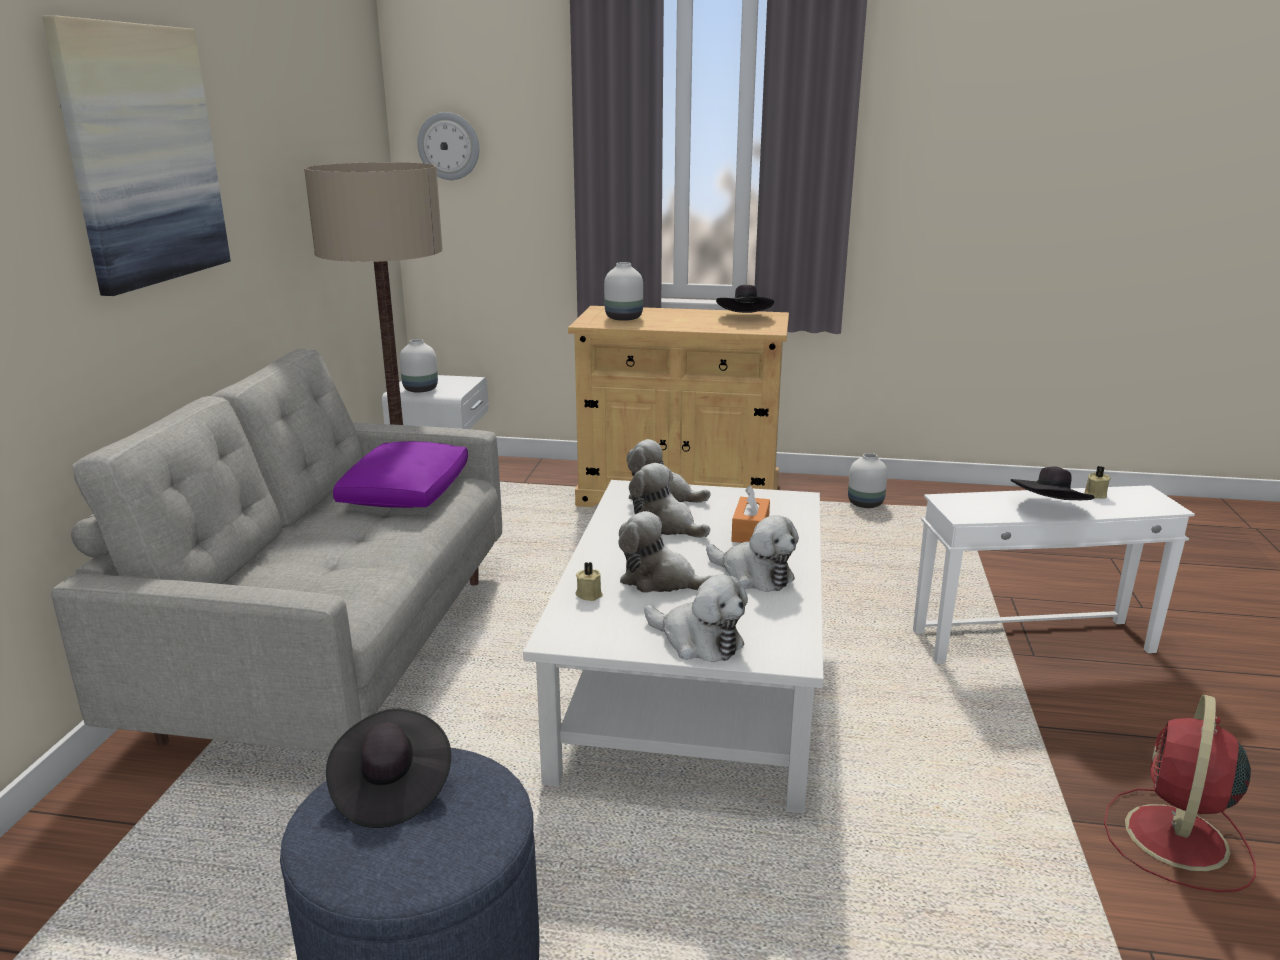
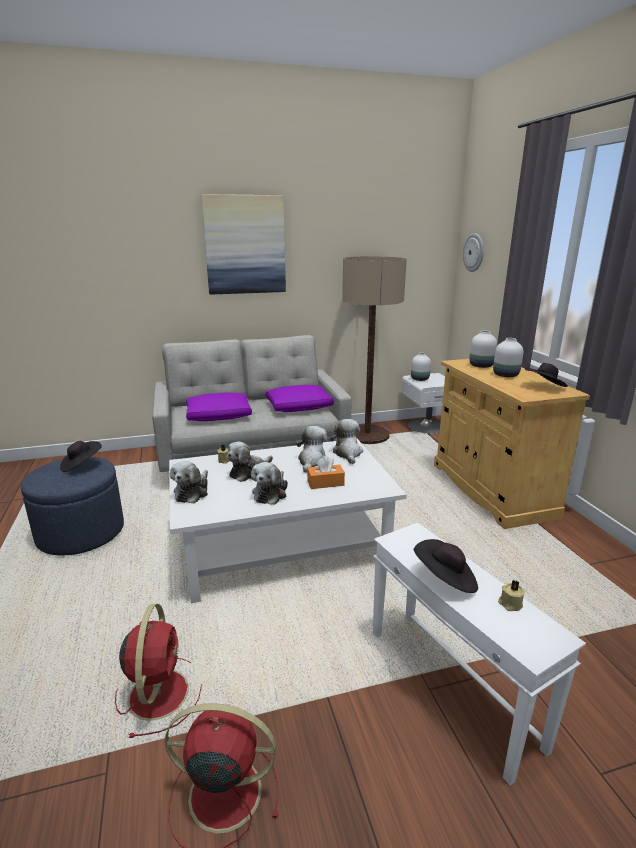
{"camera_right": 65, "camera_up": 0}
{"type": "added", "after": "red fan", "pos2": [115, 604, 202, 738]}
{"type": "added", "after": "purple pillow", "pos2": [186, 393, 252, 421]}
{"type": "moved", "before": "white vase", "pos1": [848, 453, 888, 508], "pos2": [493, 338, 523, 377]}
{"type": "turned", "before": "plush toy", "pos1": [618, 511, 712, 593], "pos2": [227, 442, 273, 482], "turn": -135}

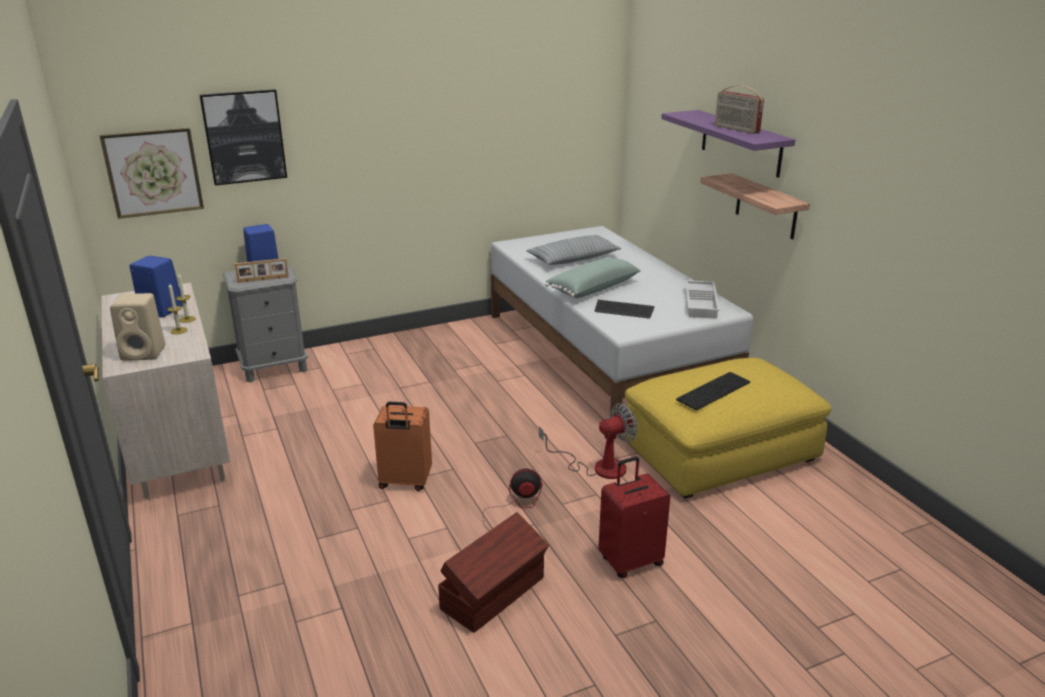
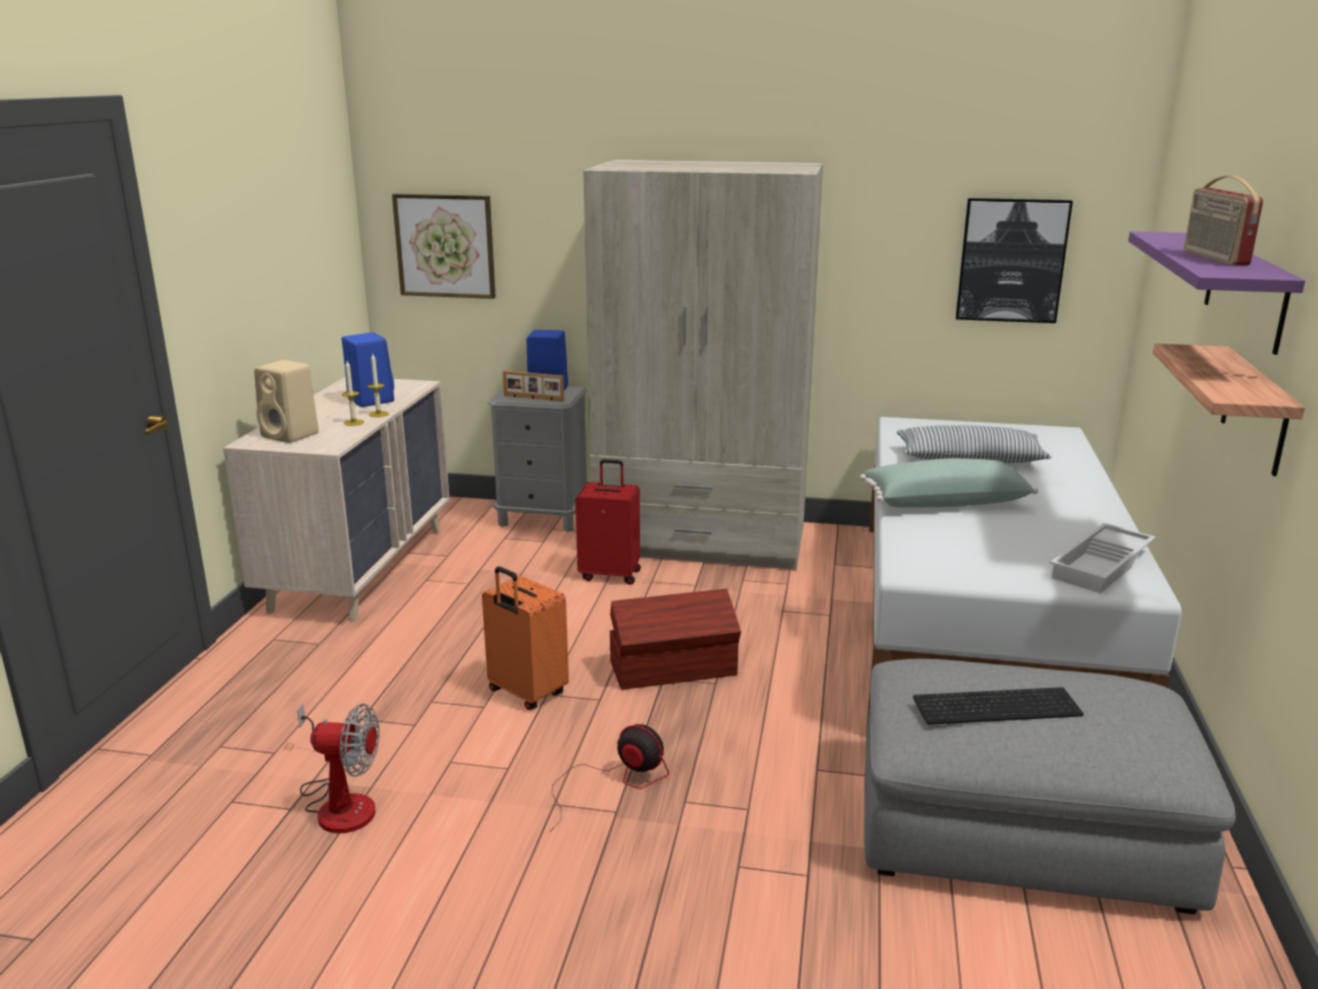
{"camera_right": 35, "camera_up": -5}
{"type": "removed", "before": "keyboard", "pos1": [595, 300, 654, 318]}
{"type": "added", "after": "beige wardrobe", "pos2": [583, 160, 823, 571]}
{"type": "moved", "before": "picture", "pos1": [200, 89, 287, 186], "pos2": [956, 198, 1073, 323]}
{"type": "moved", "before": "brown storage box", "pos1": [438, 512, 549, 633], "pos2": [609, 589, 741, 690]}
{"type": "moved", "before": "fan", "pos1": [539, 403, 638, 479], "pos2": [297, 703, 379, 833]}
{"type": "moved", "before": "red suitcase", "pos1": [598, 456, 670, 578], "pos2": [575, 459, 641, 585]}
{"type": "recoloured", "before": "yellow ottoman", "after": "grey ottoman", "pos1": [622, 358, 831, 499], "pos2": [864, 659, 1236, 914]}

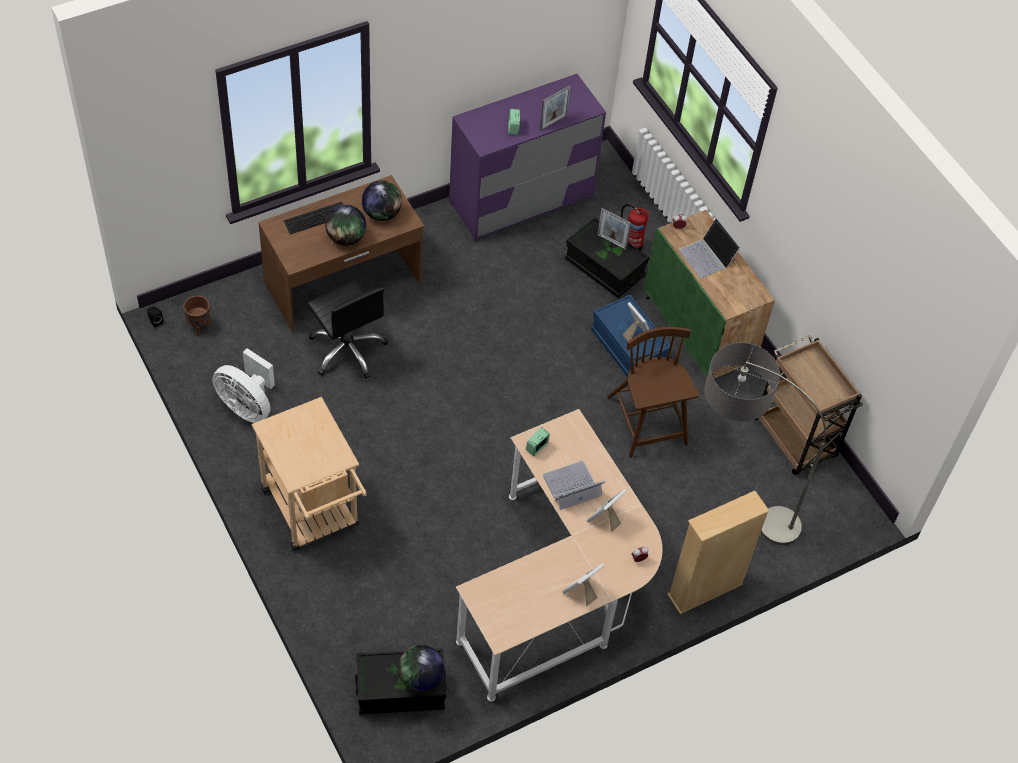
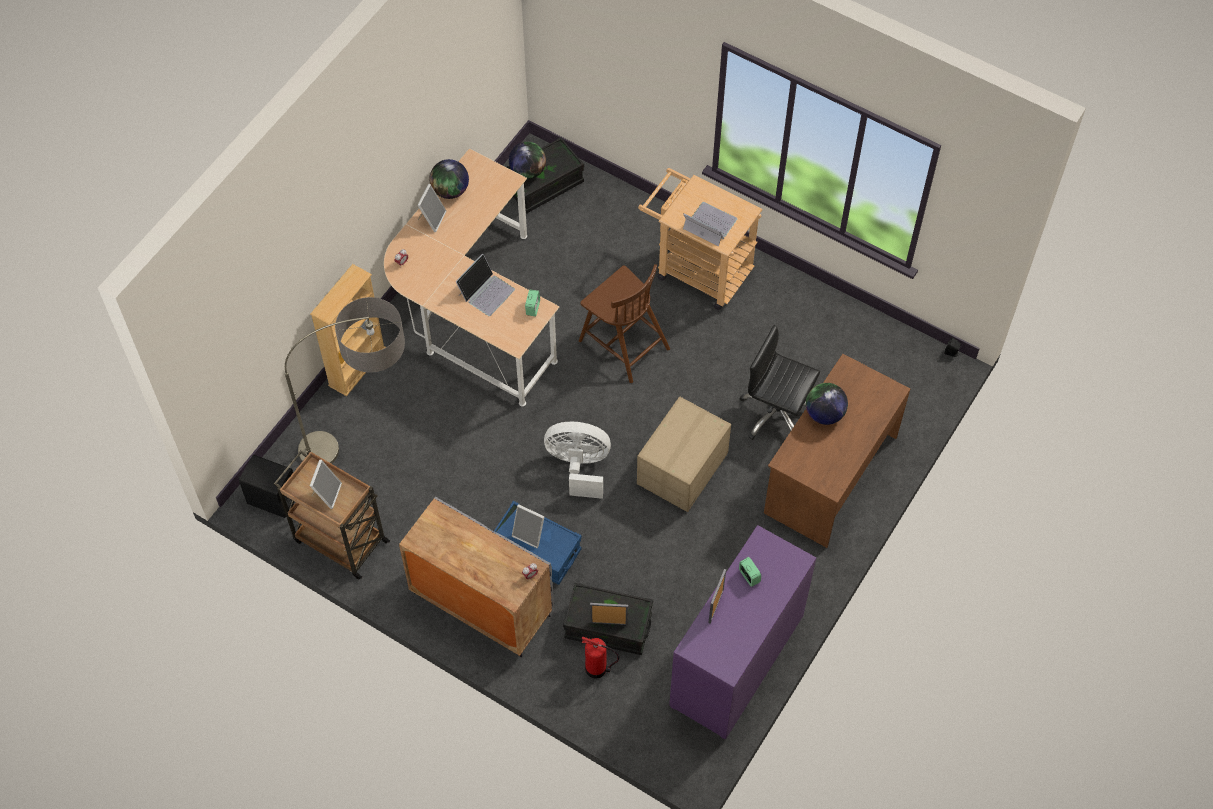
{"camera_right": 155, "camera_up": 5}
{"type": "removed", "before": "brown planter", "pos1": [183, 296, 210, 336]}
{"type": "removed", "before": "keyboard", "pos1": [283, 202, 343, 234]}
{"type": "added", "after": "black speaker", "pos2": [238, 455, 295, 518]}
{"type": "added", "after": "cardboard box", "pos2": [637, 397, 731, 512]}
{"type": "moved", "before": "white fan", "pos1": [212, 348, 275, 423], "pos2": [544, 422, 611, 499]}
{"type": "moved", "before": "globe", "pos1": [362, 180, 402, 221], "pos2": [429, 159, 469, 199]}
{"type": "moved", "before": "picture frame", "pos1": [587, 489, 627, 532], "pos2": [310, 459, 342, 509]}
{"type": "moved", "before": "brown chair", "pos1": [607, 327, 699, 458], "pos2": [579, 264, 670, 383]}
{"type": "moved", "before": "laptop", "pos1": [679, 218, 740, 278], "pos2": [683, 202, 737, 246]}
{"type": "recoloured", "before": "green cabinet", "after": "grey cabinet", "pos1": [644, 210, 775, 379], "pos2": [399, 496, 554, 657]}

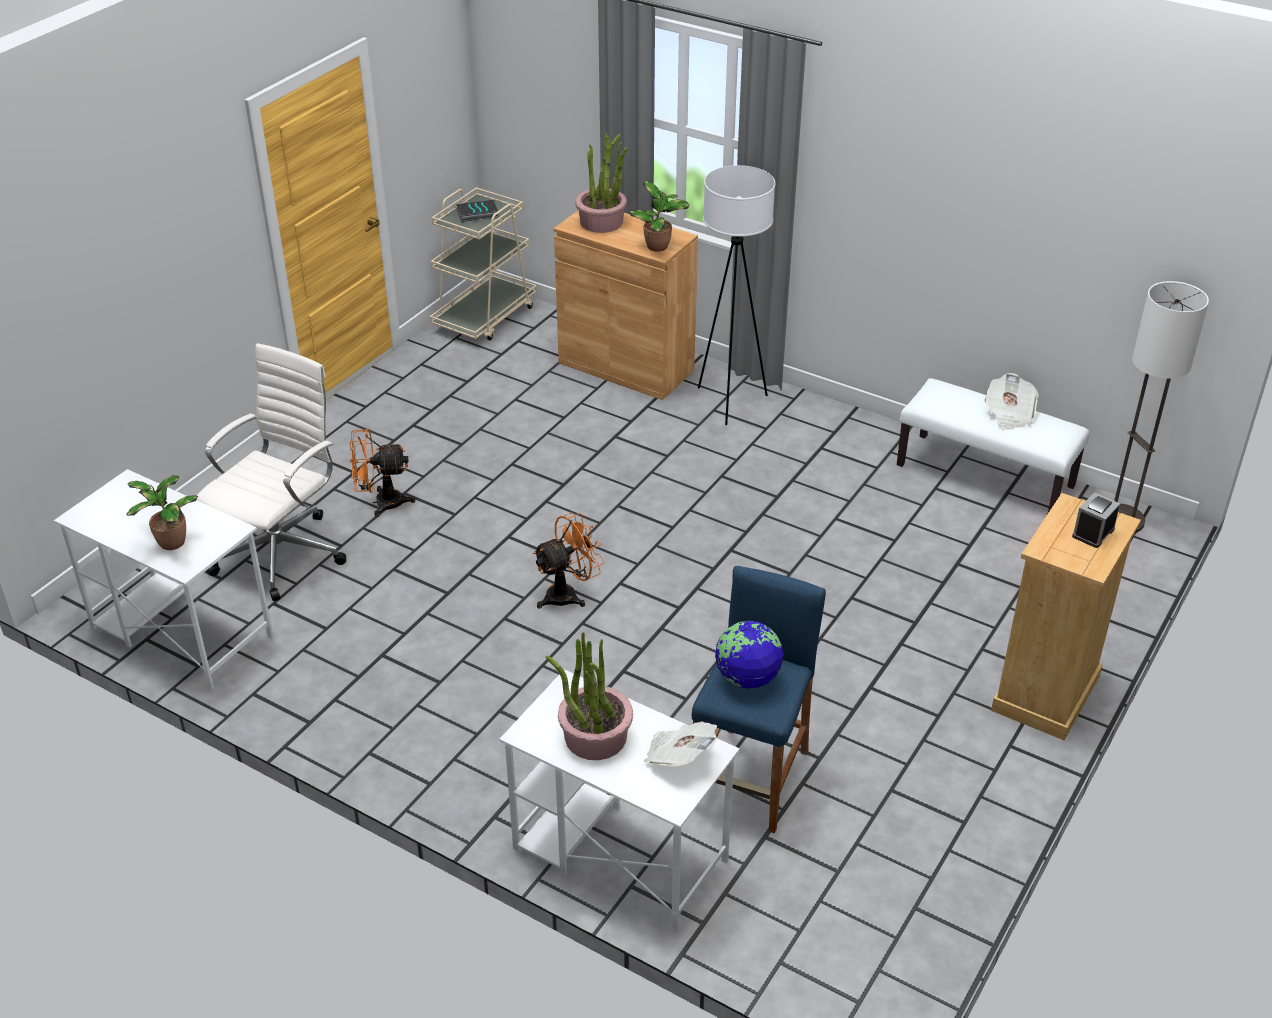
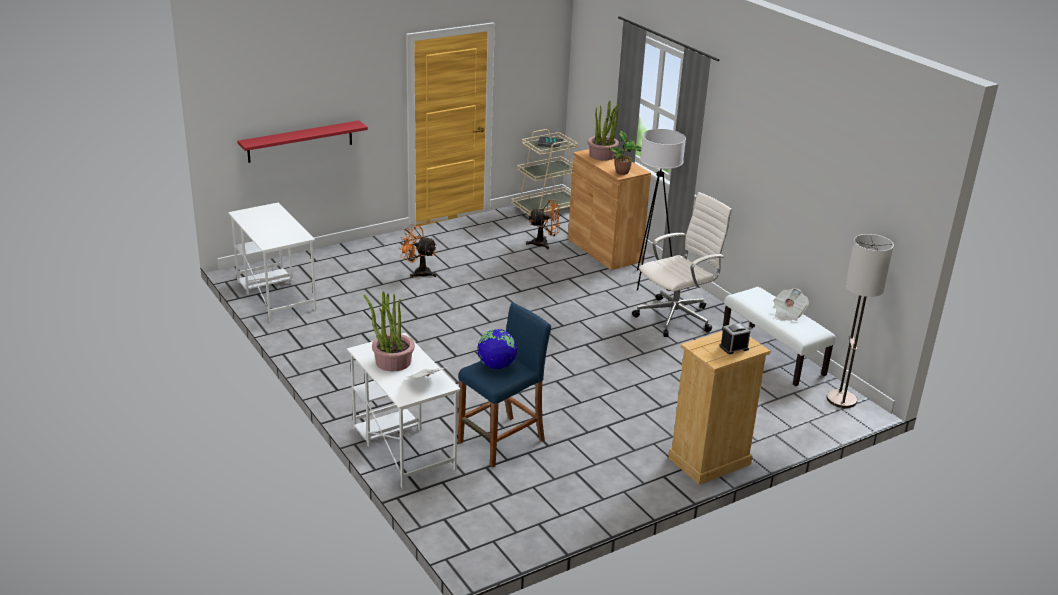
{"camera_right": 25, "camera_up": -10}
{"type": "removed", "before": "potted plant", "pos1": [126, 475, 198, 550]}
{"type": "added", "after": "red shelf", "pos2": [237, 121, 368, 163]}
{"type": "moved", "before": "white office chair", "pos1": [196, 343, 346, 601], "pos2": [632, 192, 732, 337]}
{"type": "moved", "before": "orange fan", "pos1": [533, 513, 604, 609], "pos2": [526, 200, 560, 249]}

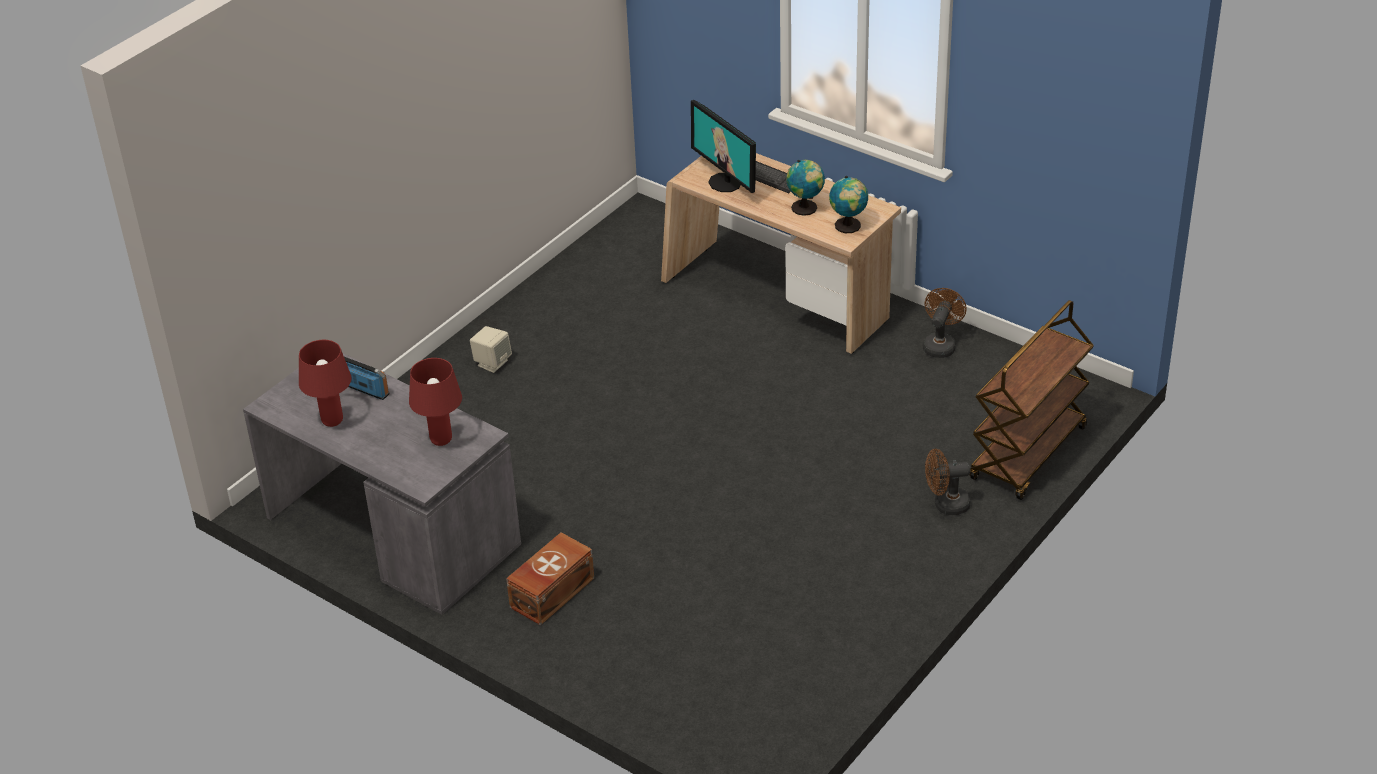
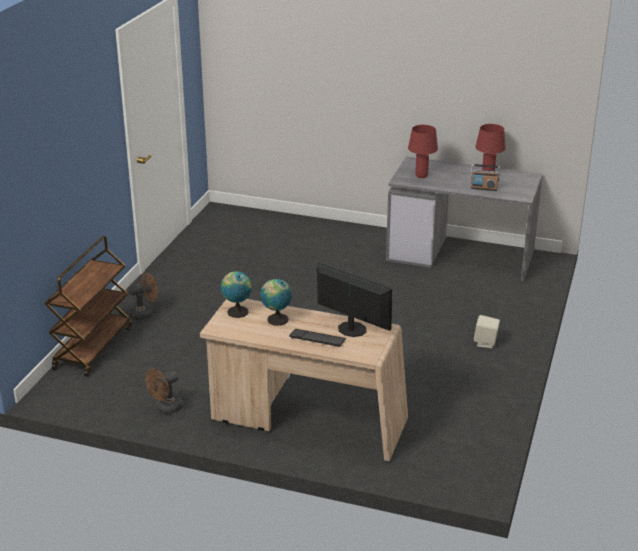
{"camera_right": 160, "camera_up": -10}
{"type": "removed", "before": "brown storage box", "pos1": [506, 532, 594, 625]}
{"type": "turned", "before": "brown fan", "pos1": [923, 288, 967, 358], "pos2": [145, 368, 183, 414], "turn": 45}

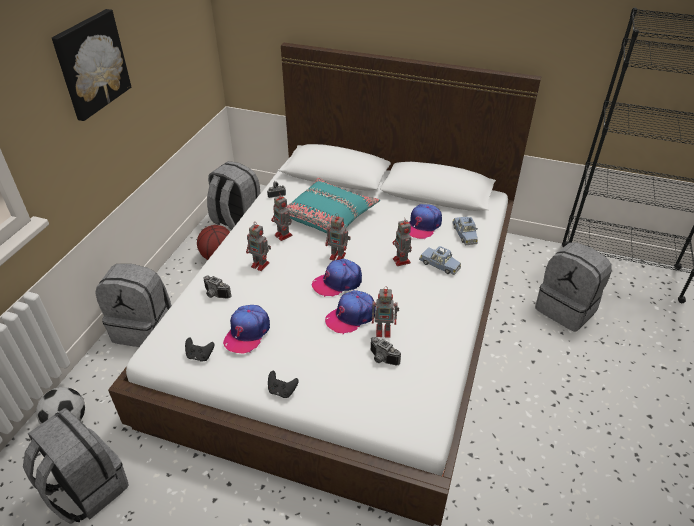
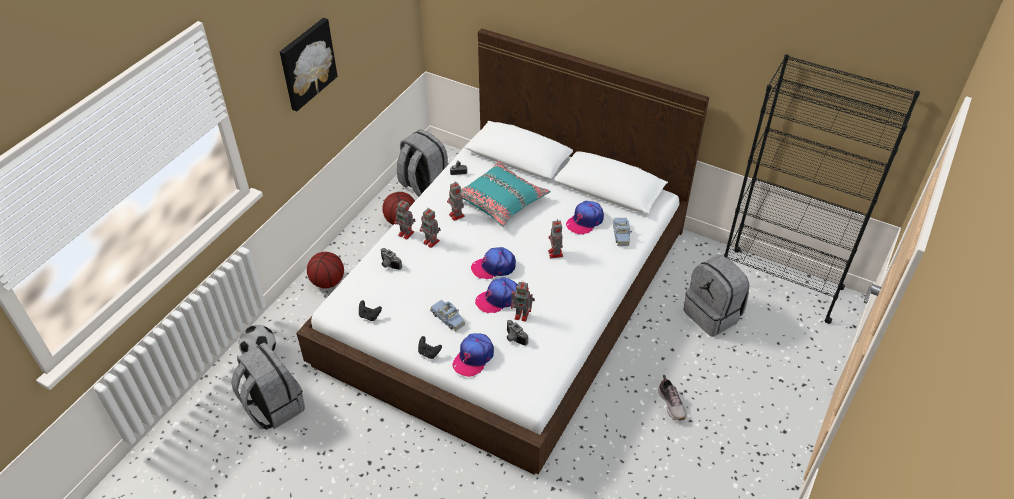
{"camera_right": 10, "camera_up": 5}
{"type": "added", "after": "shoe", "pos2": [658, 375, 687, 420]}
{"type": "moved", "before": "cap", "pos1": [223, 305, 270, 353], "pos2": [452, 333, 494, 377]}
{"type": "moved", "before": "toy robot", "pos1": [325, 213, 351, 261], "pos2": [394, 199, 416, 240]}
{"type": "moved", "before": "blue toy car", "pos1": [419, 246, 461, 275], "pos2": [430, 300, 465, 331]}
{"type": "replaced", "before": "grey backpack", "after": "basketball", "pos1": [95, 264, 172, 347], "pos2": [307, 252, 344, 288]}

